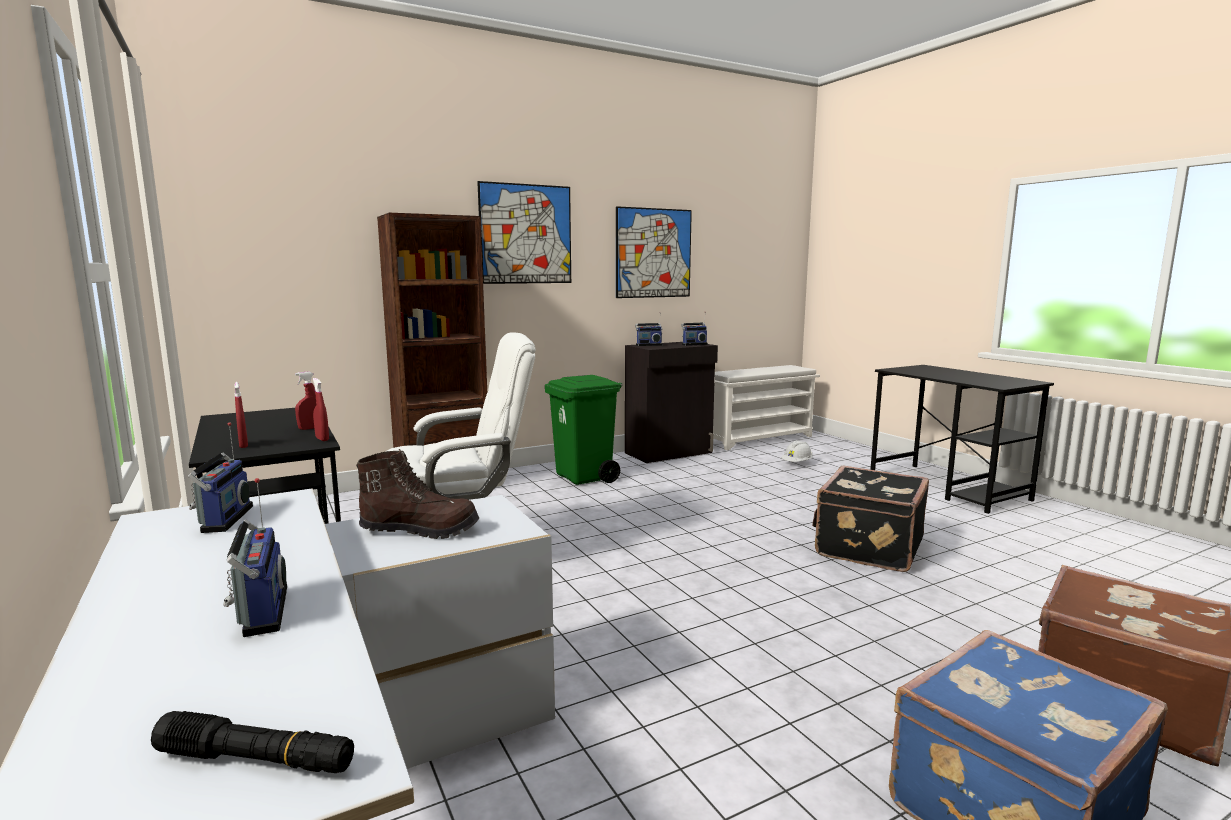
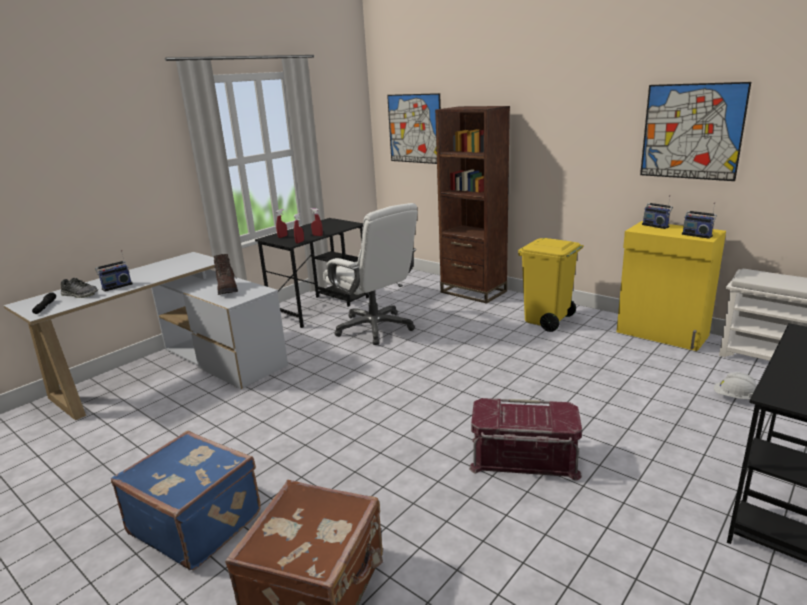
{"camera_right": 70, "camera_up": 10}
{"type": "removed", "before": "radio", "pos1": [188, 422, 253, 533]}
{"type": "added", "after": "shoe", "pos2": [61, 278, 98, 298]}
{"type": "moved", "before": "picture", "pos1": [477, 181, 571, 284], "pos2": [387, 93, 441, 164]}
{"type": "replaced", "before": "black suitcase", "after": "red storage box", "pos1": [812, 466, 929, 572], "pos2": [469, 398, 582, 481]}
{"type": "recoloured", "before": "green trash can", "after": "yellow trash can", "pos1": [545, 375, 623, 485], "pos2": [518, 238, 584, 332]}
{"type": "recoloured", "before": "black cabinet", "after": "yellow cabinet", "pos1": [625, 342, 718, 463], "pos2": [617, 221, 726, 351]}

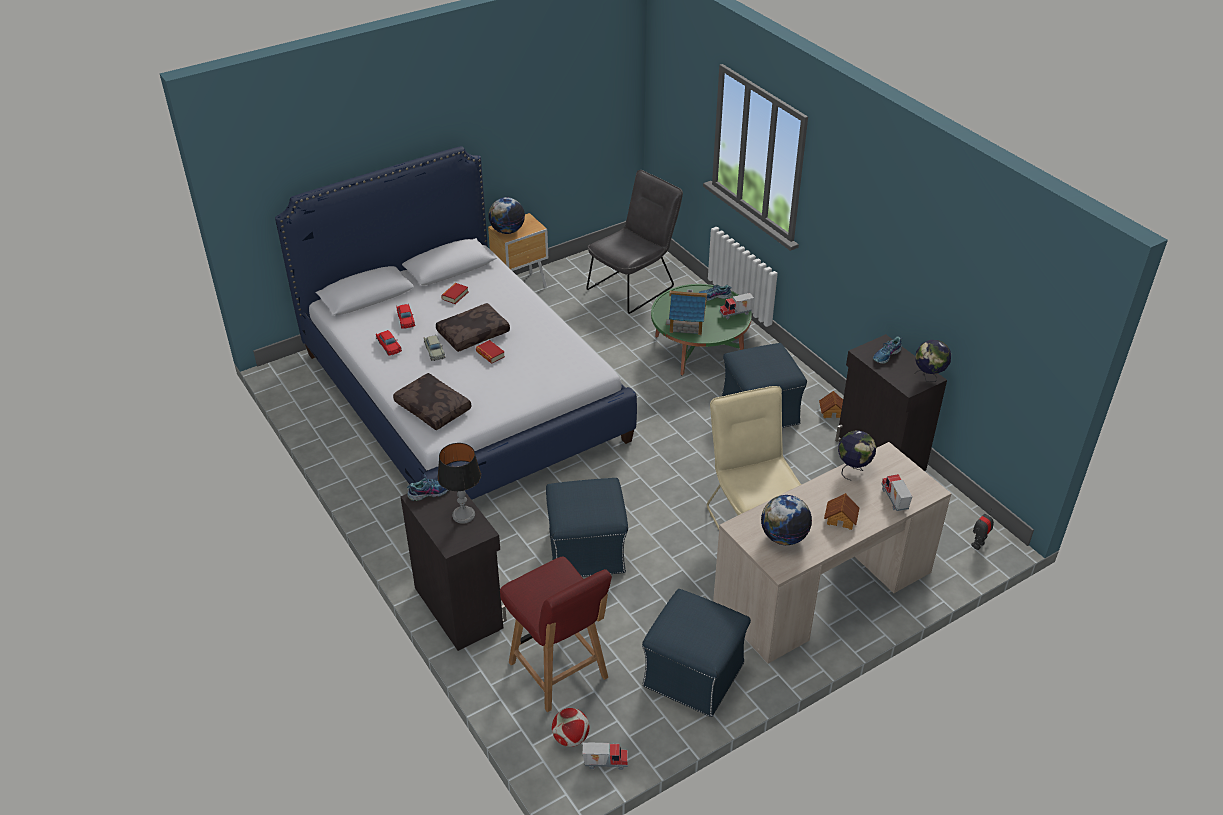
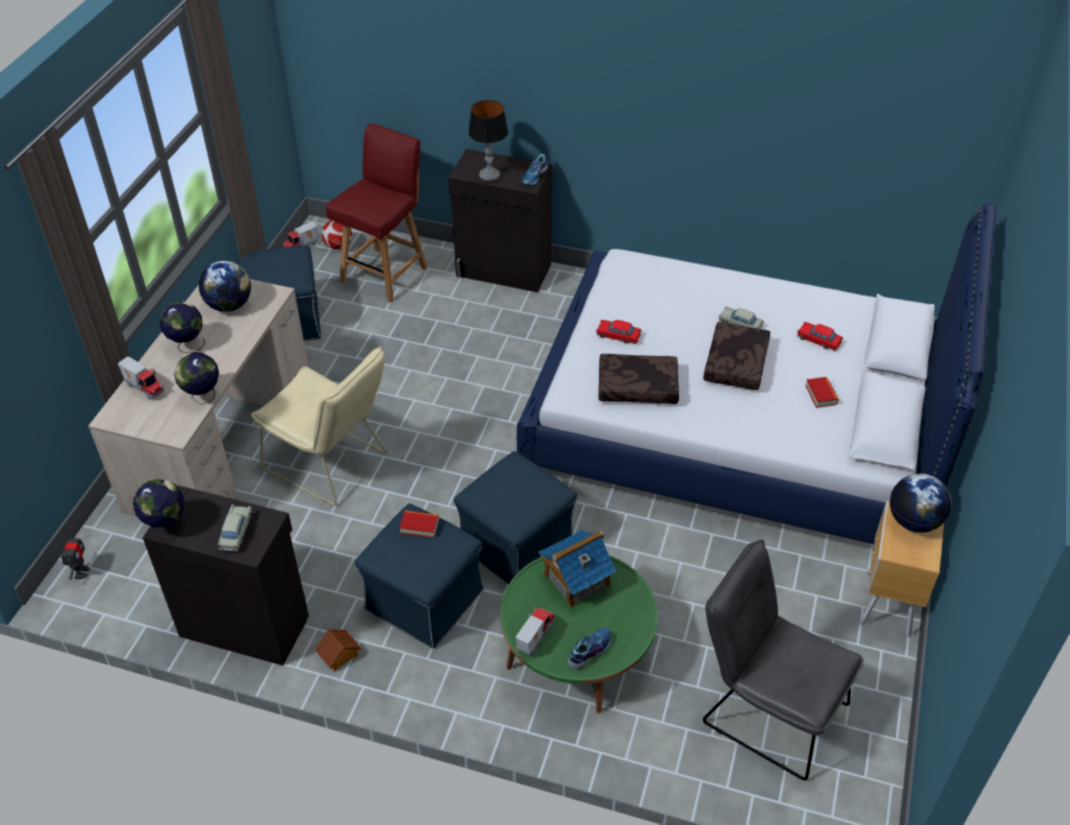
{"camera_right": 140, "camera_up": 5}
{"type": "moved", "before": "red toy car", "pos1": [376, 330, 402, 356], "pos2": [596, 320, 641, 344]}
{"type": "moved", "before": "brown pillow", "pos1": [393, 373, 471, 430], "pos2": [598, 354, 679, 404]}
{"type": "moved", "before": "book", "pos1": [476, 340, 505, 363], "pos2": [400, 510, 439, 538]}
{"type": "moved", "before": "blue ottoman", "pos1": [546, 478, 628, 577], "pos2": [454, 451, 577, 585]}
{"type": "replaced", "before": "toy house", "after": "globe", "pos1": [824, 493, 859, 530], "pos2": [159, 302, 205, 353]}
{"type": "replaced", "before": "shoe", "after": "beige toy car", "pos1": [873, 336, 902, 364], "pos2": [217, 504, 253, 552]}
{"type": "turned", "before": "red chair", "pos1": [500, 556, 612, 712], "pos2": [326, 123, 427, 303], "turn": 105}
{"type": "turned", "before": "grey chair", "pos1": [586, 170, 683, 314], "pos2": [703, 540, 864, 780], "turn": 120}

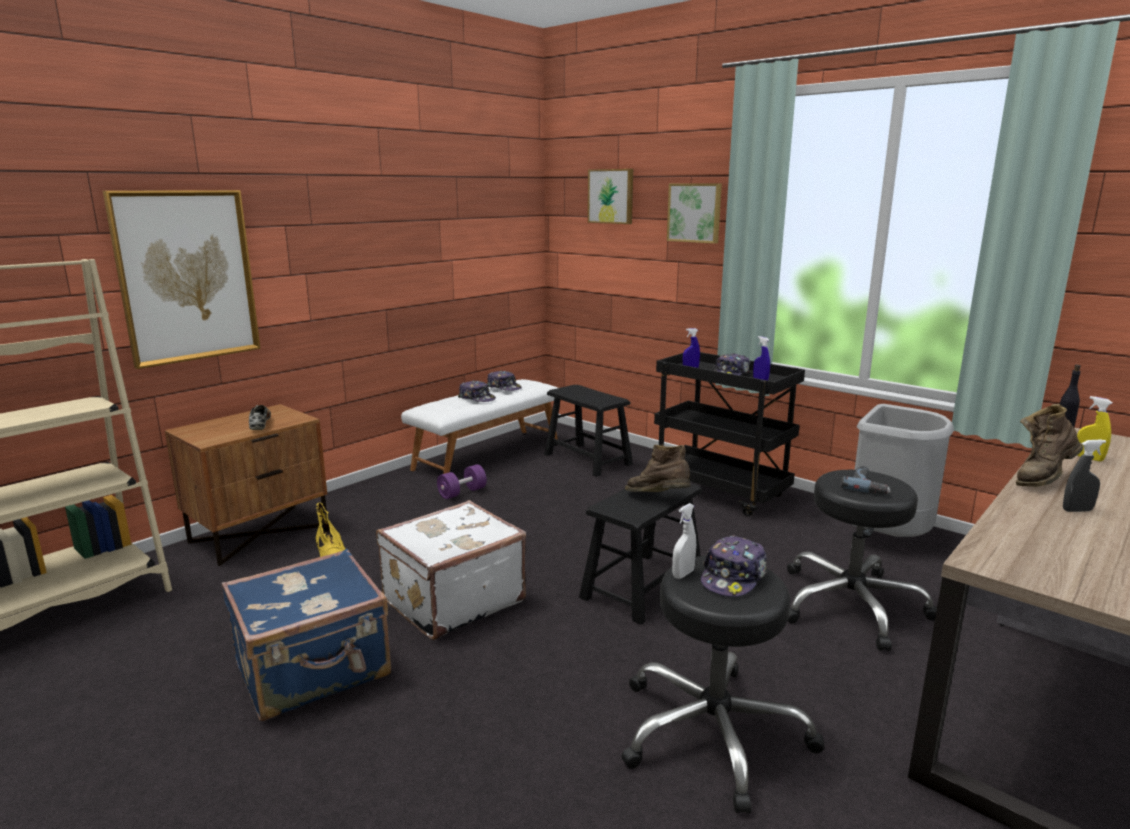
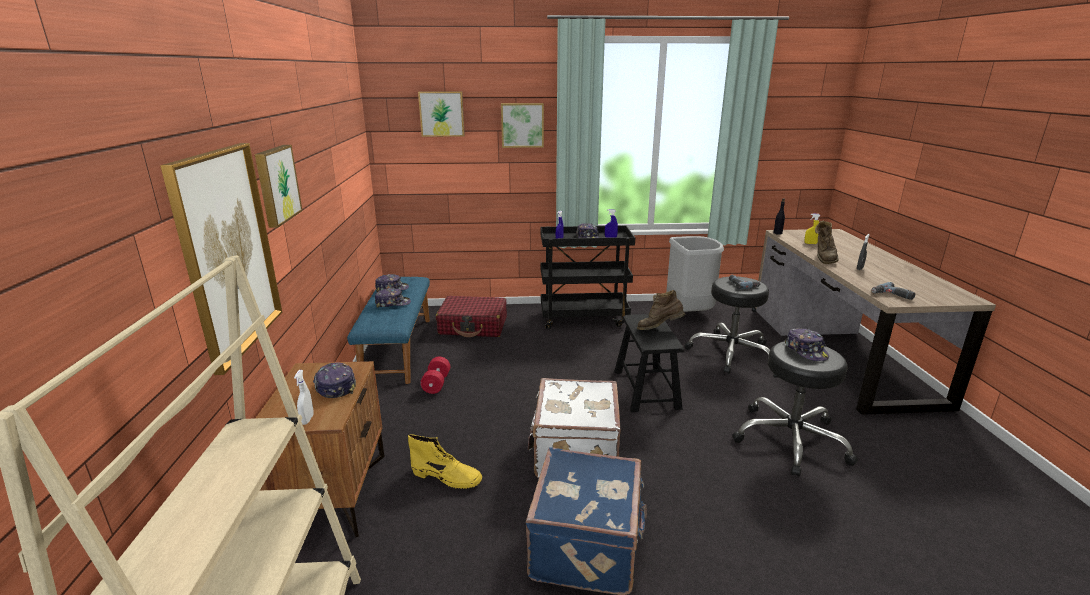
{"camera_right": -45, "camera_up": 5}
{"type": "added", "after": "picture", "pos2": [255, 145, 303, 228]}
{"type": "added", "after": "power drill", "pos2": [871, 282, 915, 300]}
{"type": "moved", "before": "white spray bottle", "pos1": [672, 503, 696, 579], "pos2": [294, 370, 314, 425]}
{"type": "replaced", "before": "shoe", "after": "cap", "pos1": [249, 405, 271, 430], "pos2": [313, 362, 356, 398]}
{"type": "replaced", "before": "black stool", "after": "red suitcase", "pos1": [544, 385, 633, 477], "pos2": [436, 296, 507, 337]}
{"type": "recoloured", "before": "white bench", "after": "blue bench", "pos1": [401, 379, 558, 474], "pos2": [347, 277, 430, 384]}
{"type": "recoloured", "before": "purple dumbbell", "after": "red dumbbell", "pos1": [437, 464, 487, 499], "pos2": [420, 357, 450, 394]}

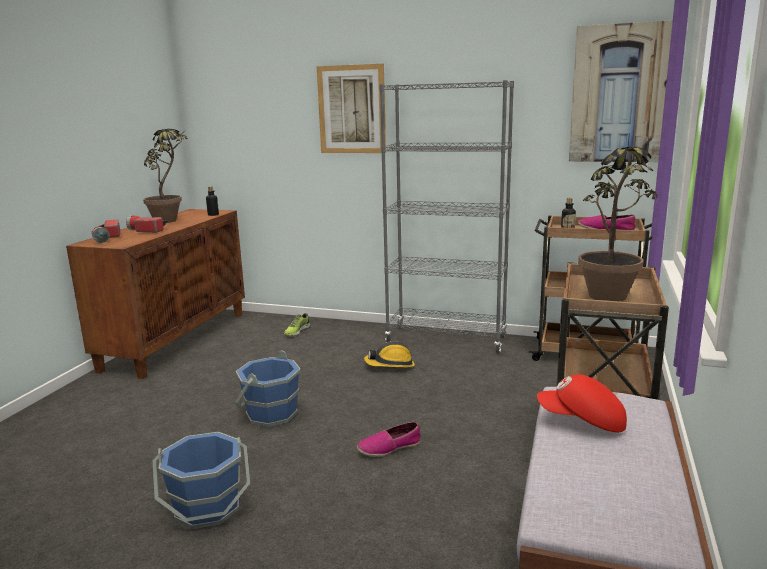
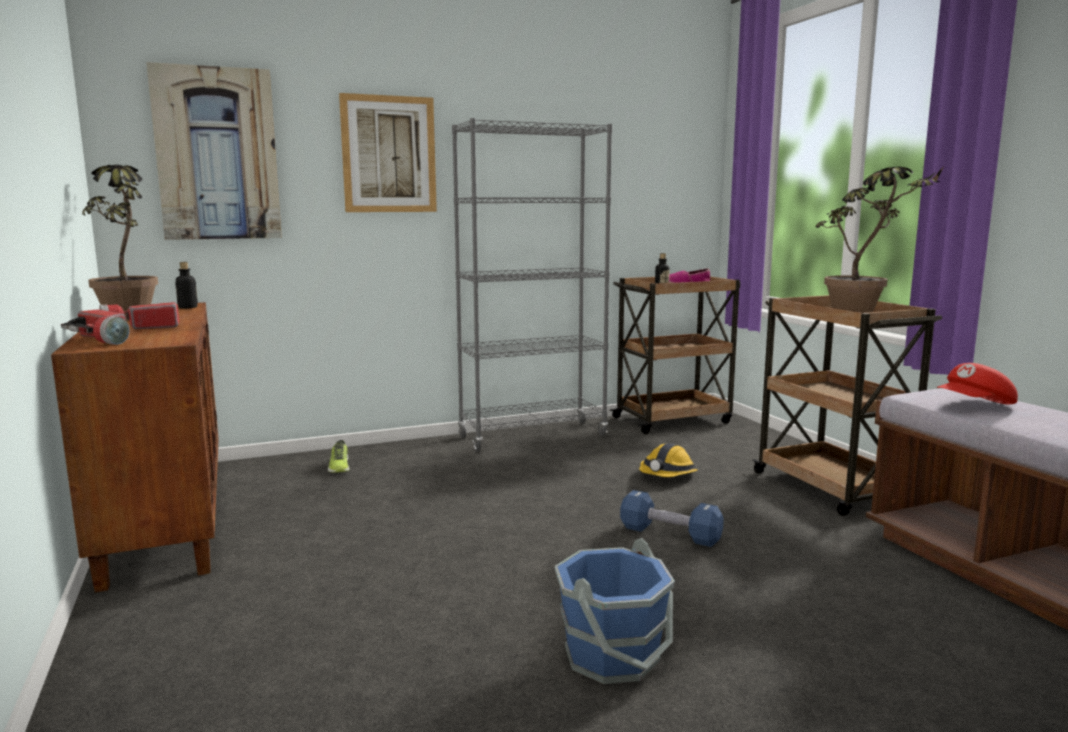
{"camera_right": -40, "camera_up": -5}
{"type": "removed", "before": "blue bucket", "pos1": [235, 350, 301, 427]}
{"type": "moved", "before": "hard hat", "pos1": [364, 341, 415, 367], "pos2": [639, 443, 698, 477]}
{"type": "moved", "before": "picture", "pos1": [569, 20, 673, 162], "pos2": [146, 62, 282, 240]}
{"type": "replaced", "before": "shoe", "after": "blue dumbbell", "pos1": [357, 422, 421, 457], "pos2": [620, 490, 724, 547]}

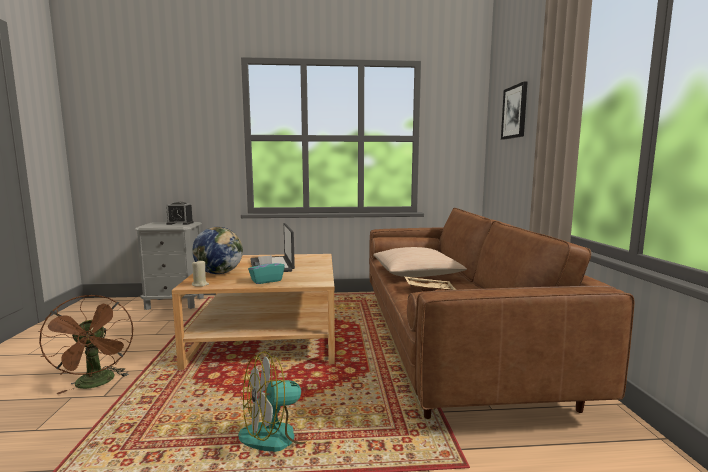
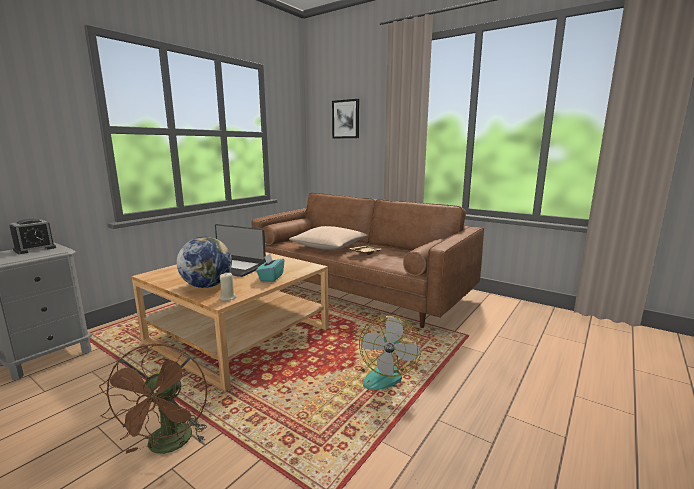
{"camera_right": -50, "camera_up": 5}
{"type": "turned", "before": "brown fan", "pos1": [38, 295, 133, 394], "pos2": [99, 343, 207, 454], "turn": 75}

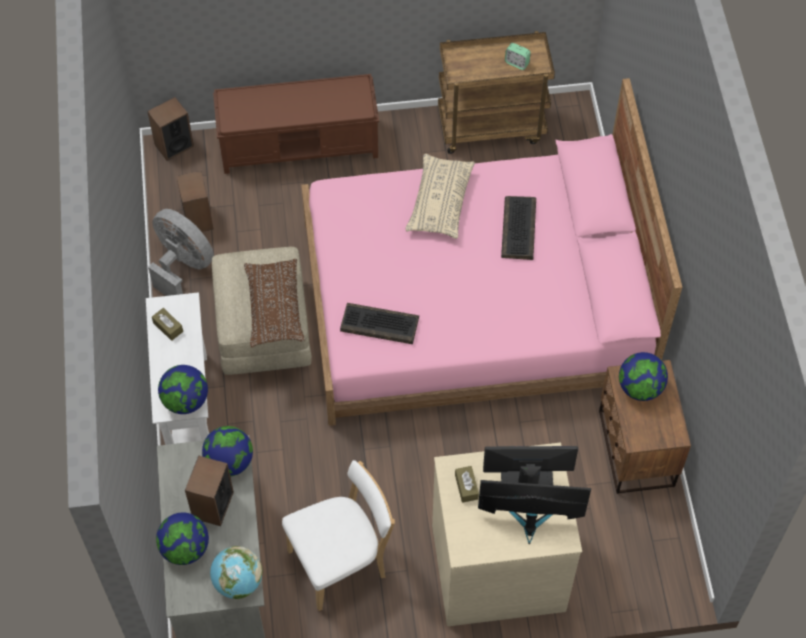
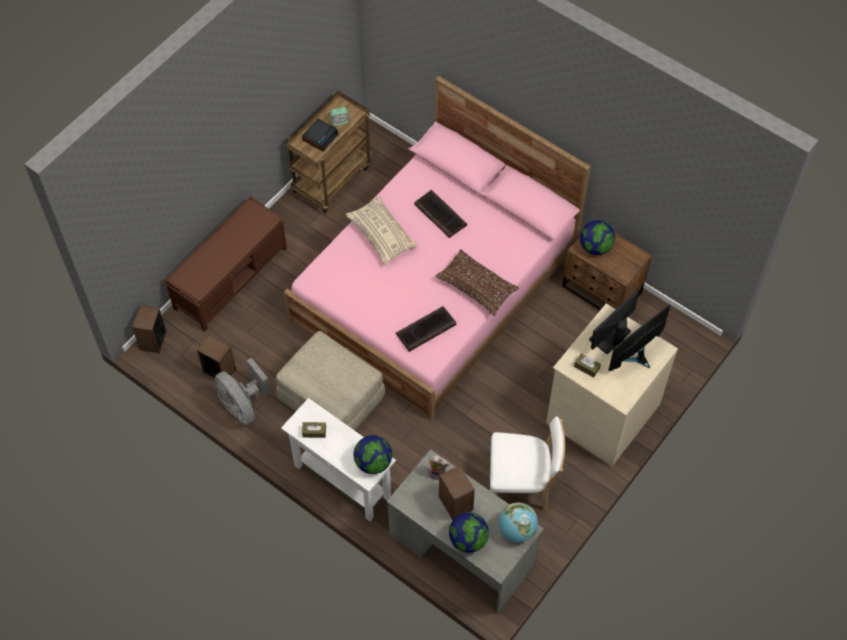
{"camera_right": -45, "camera_up": 0}
{"type": "added", "after": "alarm clock", "pos2": [302, 119, 338, 151]}
{"type": "moved", "before": "brown pillow", "pos1": [244, 259, 305, 347], "pos2": [436, 249, 519, 316]}
{"type": "replaced", "before": "globe", "after": "plush toy", "pos1": [202, 426, 253, 477], "pos2": [427, 455, 450, 481]}
{"type": "turned", "before": "grey fan", "pos1": [148, 209, 214, 296], "pos2": [214, 358, 270, 425], "turn": -120}
{"type": "turned", "before": "white chair", "pos1": [282, 460, 395, 611], "pos2": [490, 416, 565, 510], "turn": 75}

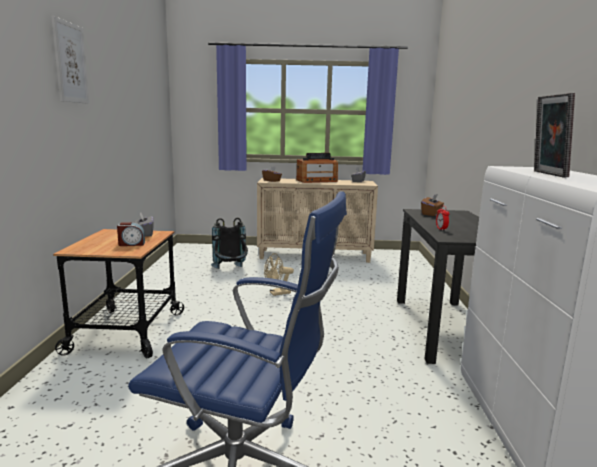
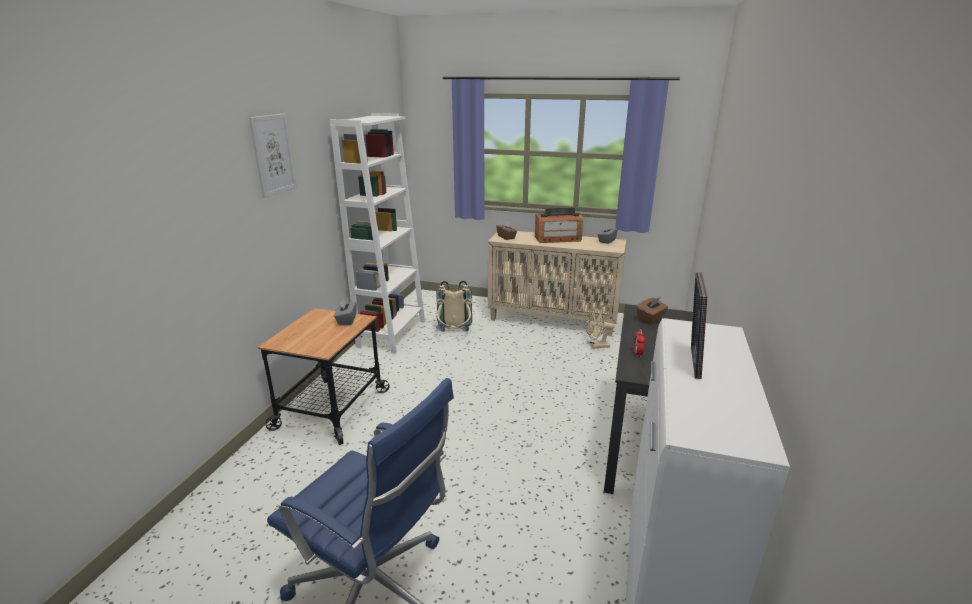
{"camera_right": 15, "camera_up": 10}
{"type": "removed", "before": "alarm clock", "pos1": [117, 222, 145, 246]}
{"type": "added", "after": "white bookcase", "pos2": [330, 113, 425, 354]}
{"type": "moved", "before": "beige fan", "pos1": [264, 253, 294, 296], "pos2": [586, 309, 615, 349]}
{"type": "recoloured", "before": "black backpack", "after": "beige backpack", "pos1": [211, 218, 248, 269], "pos2": [436, 281, 472, 332]}

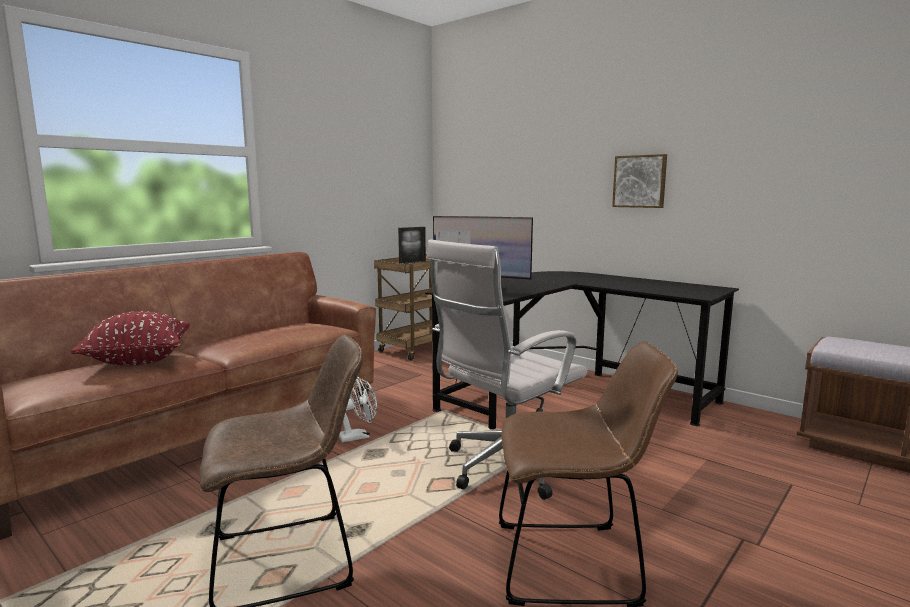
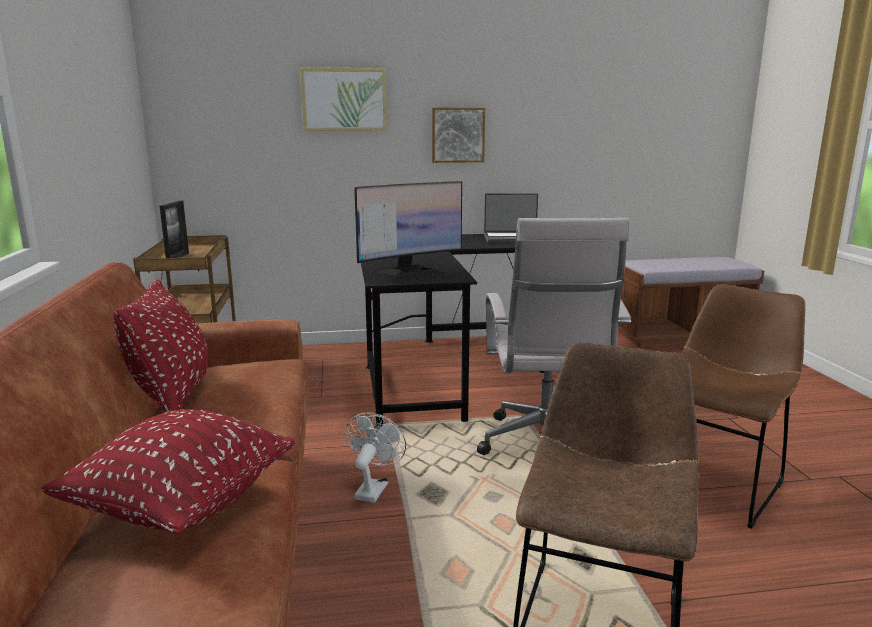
{"camera_right": -50, "camera_up": 5}
{"type": "added", "after": "red pillow", "pos2": [113, 279, 208, 412]}
{"type": "added", "after": "picture", "pos2": [300, 67, 387, 131]}
{"type": "added", "after": "laptop", "pos2": [484, 193, 538, 243]}

